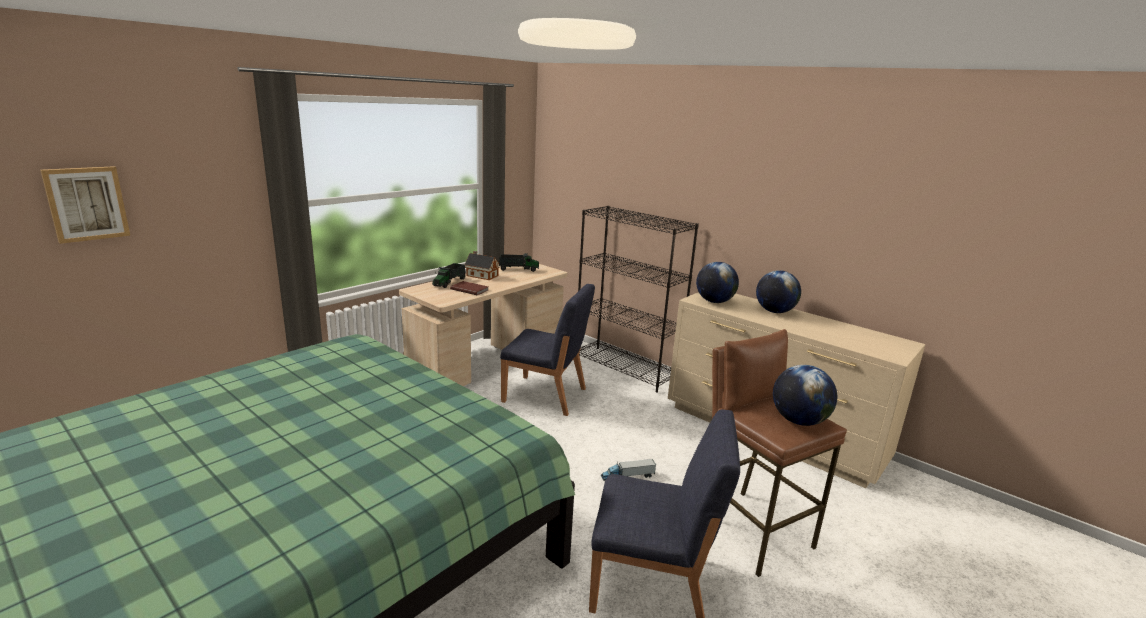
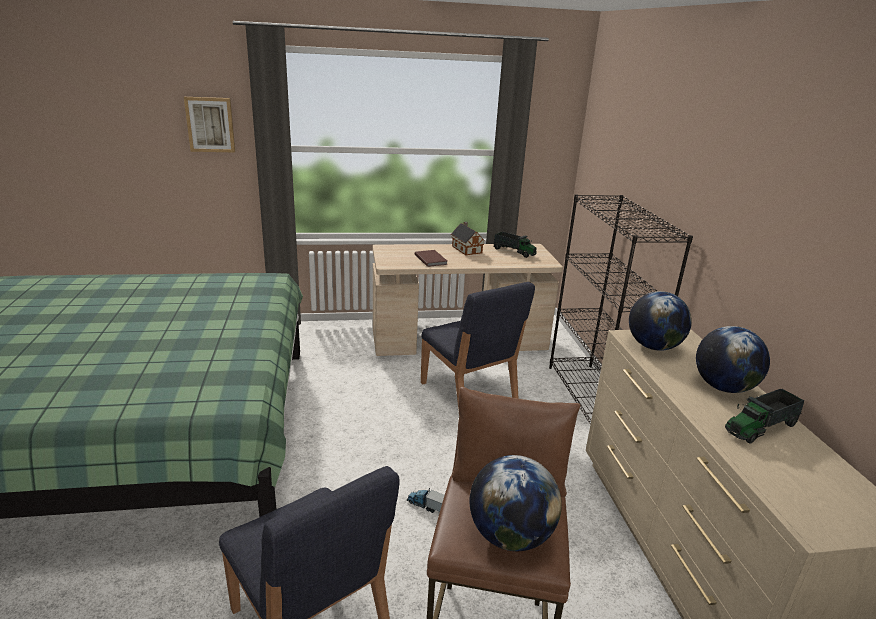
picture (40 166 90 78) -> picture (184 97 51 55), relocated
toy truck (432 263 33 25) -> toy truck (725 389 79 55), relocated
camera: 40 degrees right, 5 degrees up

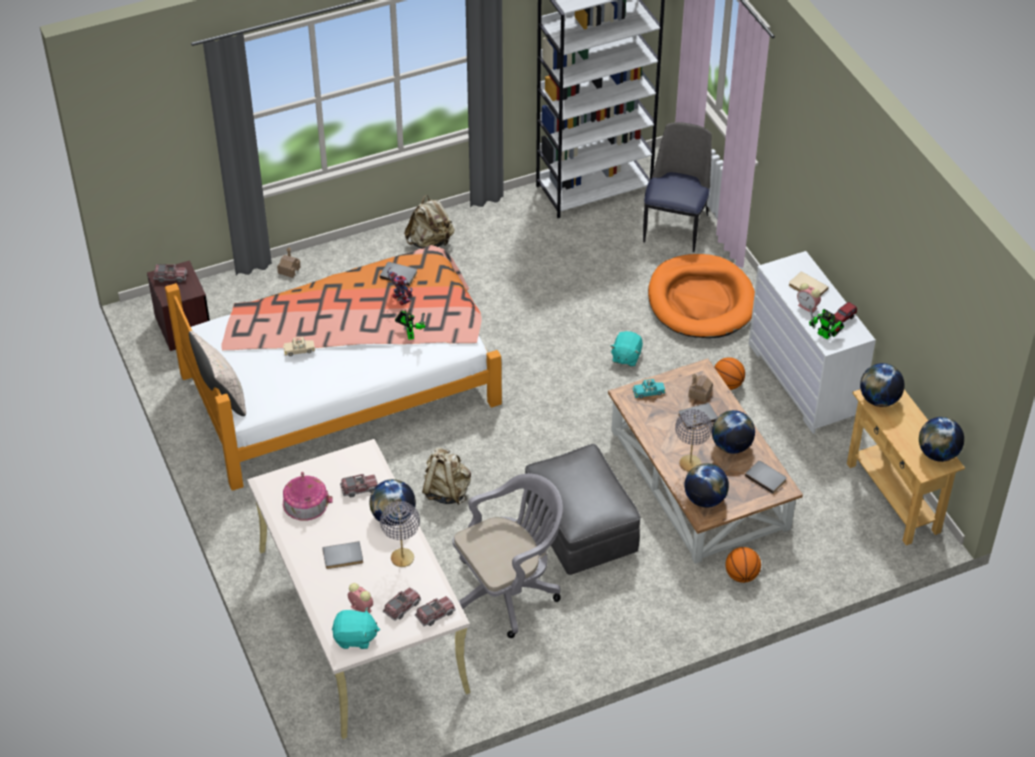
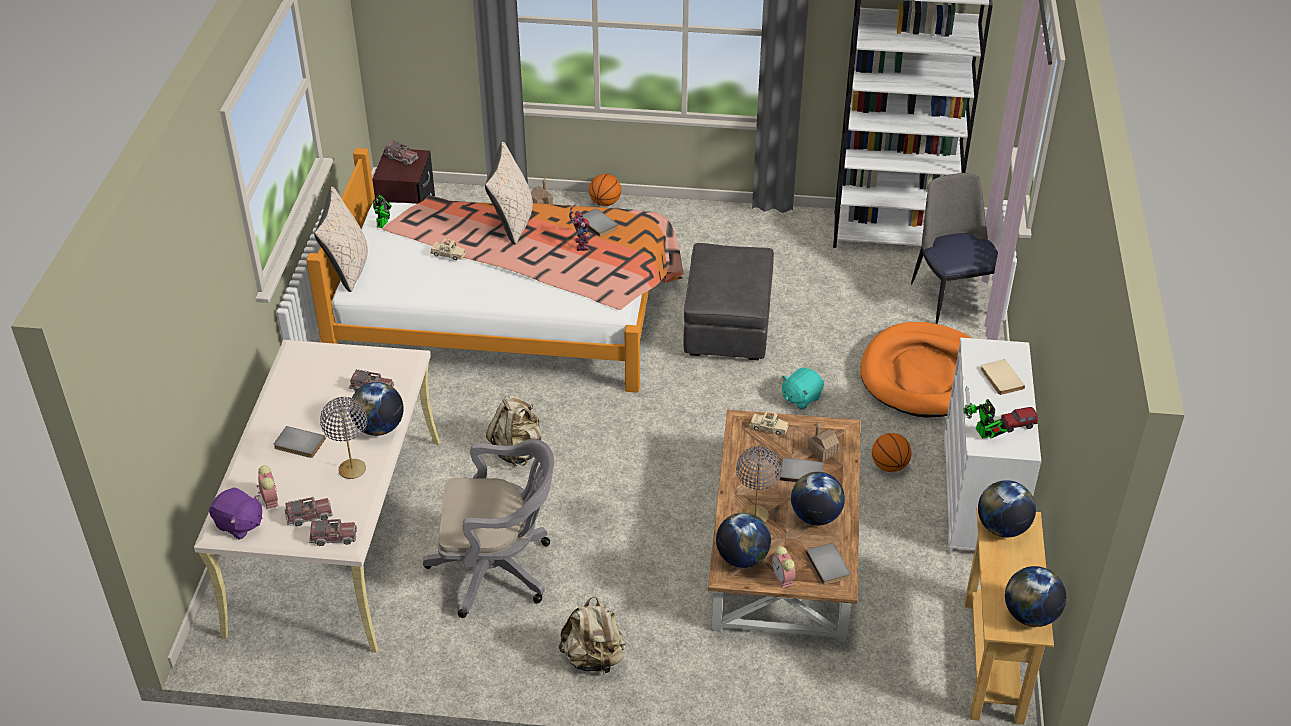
chair (643 122 69 130) -> chair (911 173 87 151), 60 degrees counterclockwise
beige backpack (404 195 50 54) -> beige backpack (558 596 68 78), relocated
alarm clock (797 283 24 30) -> alarm clock (772 546 23 43), relocated
toy robot (395 310 30 30) -> toy robot (373 194 19 34), relocated
turquoise toy car (633 379 32 19) -> beige toy car (749 411 39 24)
grey ottoman (525 444 116 131) -> grey ottoman (683 243 91 117), relocated
toy house (283 472 50 48) -> none
basketball (725 547 36 36) -> basketball (589 174 32 32), relocated
turquoise plush toy (332 607 48 42) -> purple plush toy (209 487 53 53)
none -> beige pillow (485 142 48 102)
camera: 30 degrees right, 5 degrees down

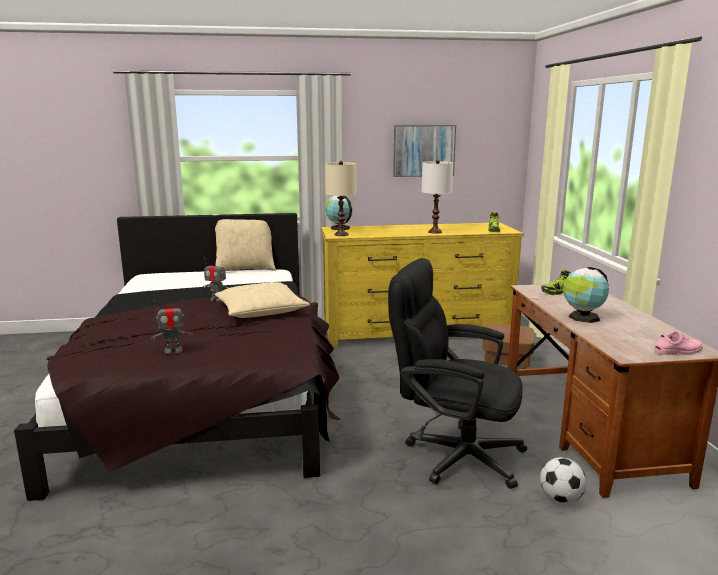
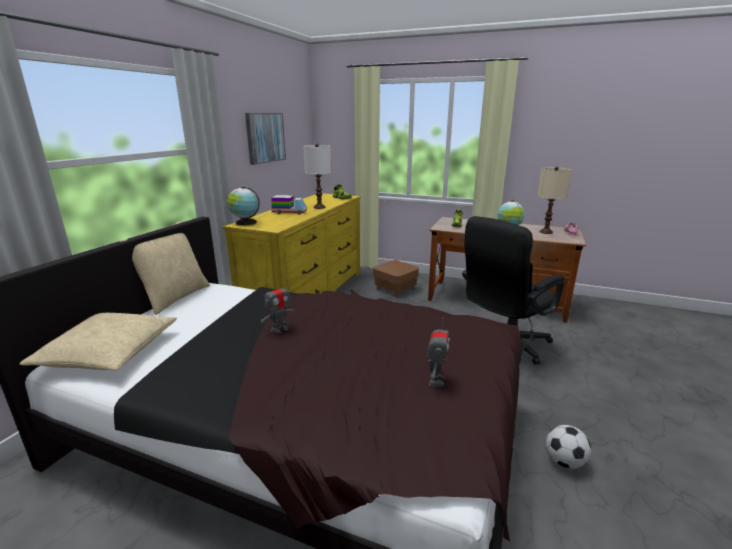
beige table lamp (325 161 32 75) -> beige table lamp (537 167 35 67), relocated
beige pillow (215 282 95 36) -> beige pillow (19 313 158 58), relocated
football (540 457 46 46) -> football (546 425 45 44), relocated
none -> toy truck (271 195 36 20)
camera: 60 degrees left, 5 degrees up

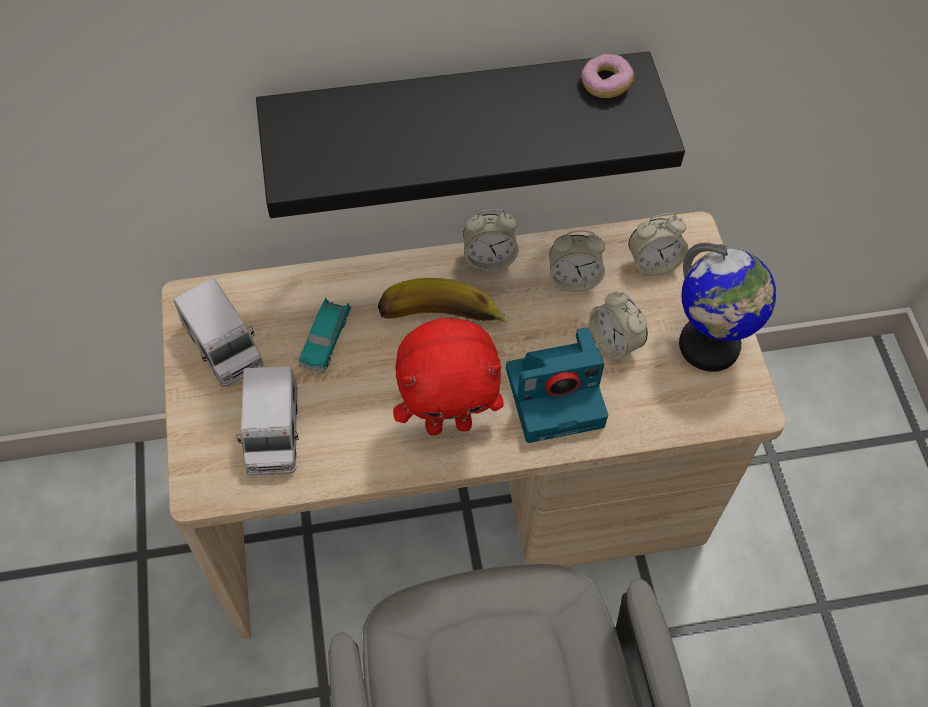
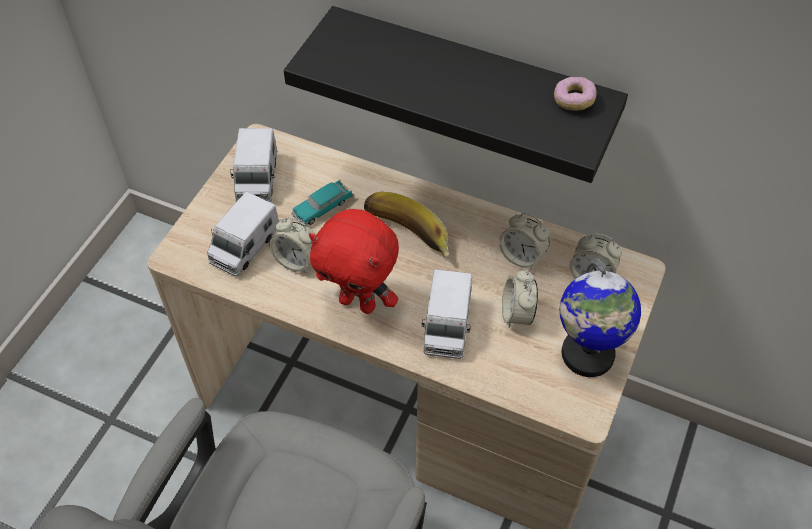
alarm clock (463 209 56 62) -> alarm clock (269 217 46 56), relocated
photo camera (506 327 102 116) -> toy truck (422 269 50 90)
camera: 35 degrees right, 5 degrees down

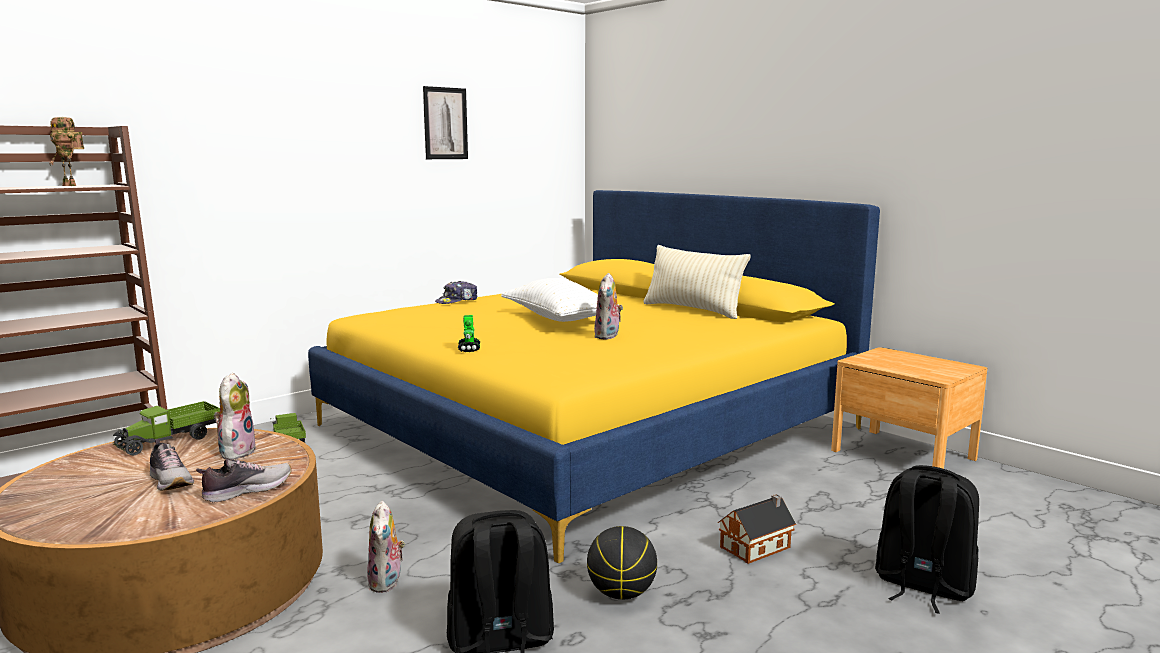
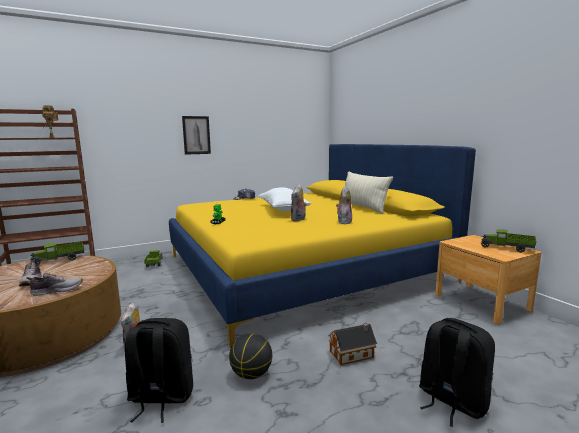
picture (423 86 45 73) -> picture (182 116 29 39), relocated
plush toy (214 373 43 87) -> plush toy (336 186 16 38), relocated
none -> toy truck (480 229 56 24)
camera: 15 degrees right, 0 degrees up

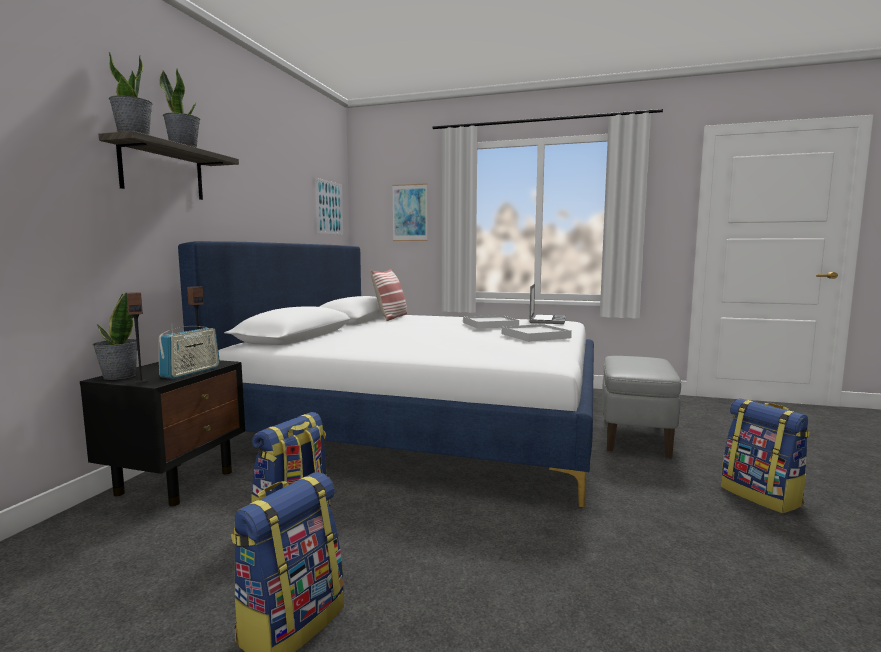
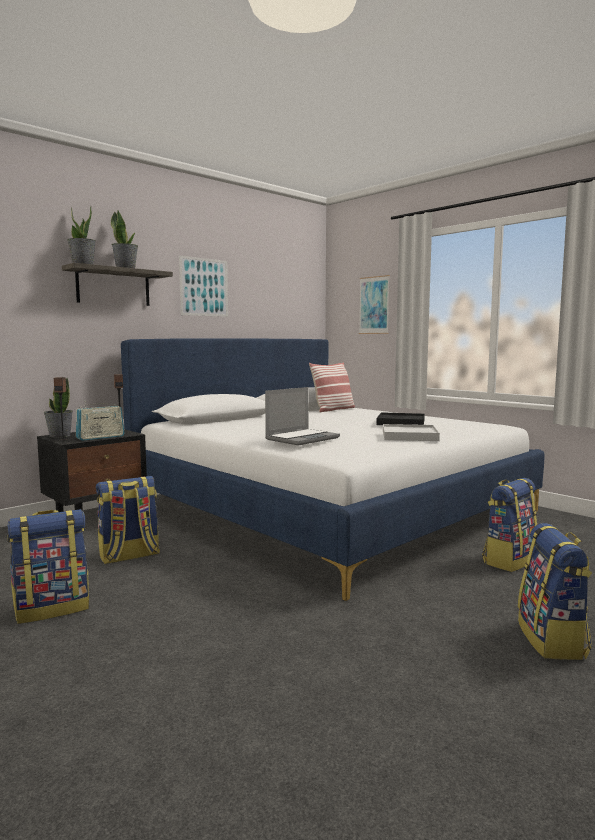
picture (315 177 28 58) -> picture (179 255 49 62), relocated
laptop (529 284 37 40) -> laptop (265 387 75 58), relocated
white tray (463 315 56 14) -> black tray (377 412 48 13)
grey ottoman (602 356 79 102) -> backpack (482 478 56 94)
camera: 30 degrees right, 0 degrees up

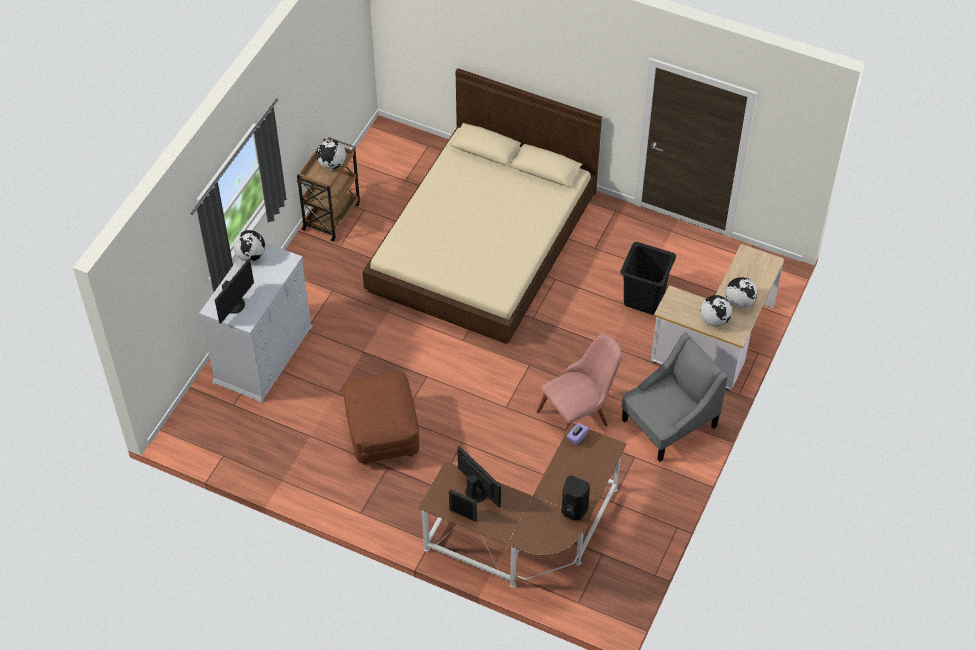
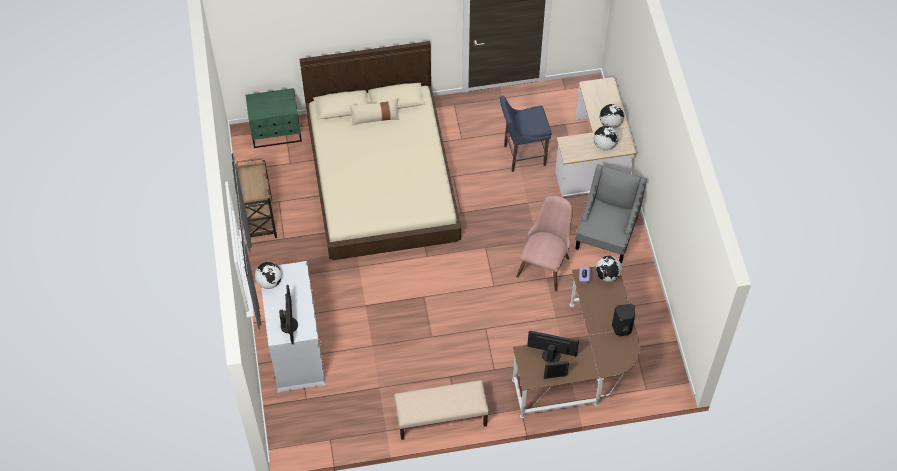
globe (316 140 30 29) -> globe (596 256 26 26), relocated
black laundry basket (620 242 56 72) -> blue stool (500 96 51 76)
brown ottoman (344 372 75 93) -> none
none -> green nightstand (246 88 56 60)
none -> beige pillow (349 99 51 27)
none -> beige bench (394 380 95 60)
camera: 35 degrees left, 5 degrees up

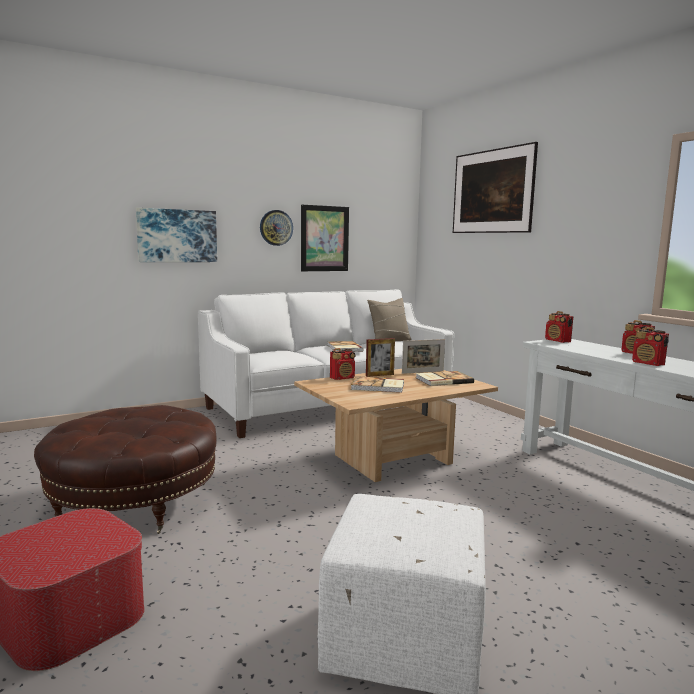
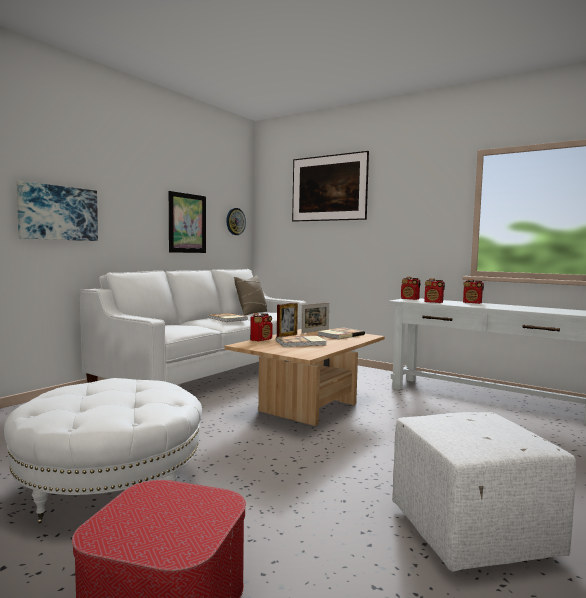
wall clock (260 210 33 36) -> wall clock (226 208 20 27), relocated
radio (632 327 37 39) -> radio (424 278 21 25), relocated
brown ottoman (34 405 183 129) -> white ottoman (4 378 198 145)
camera: 25 degrees left, 5 degrees down

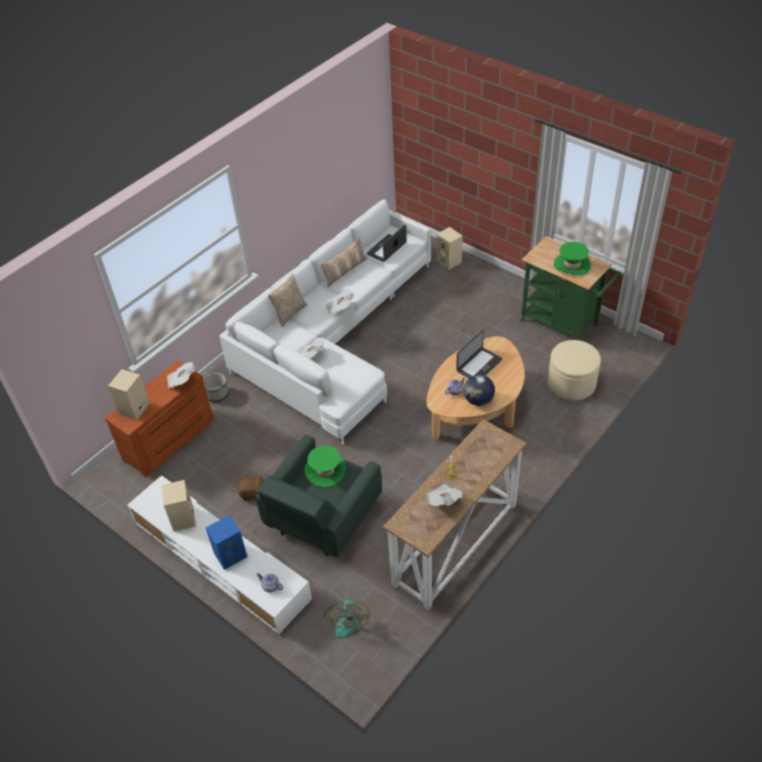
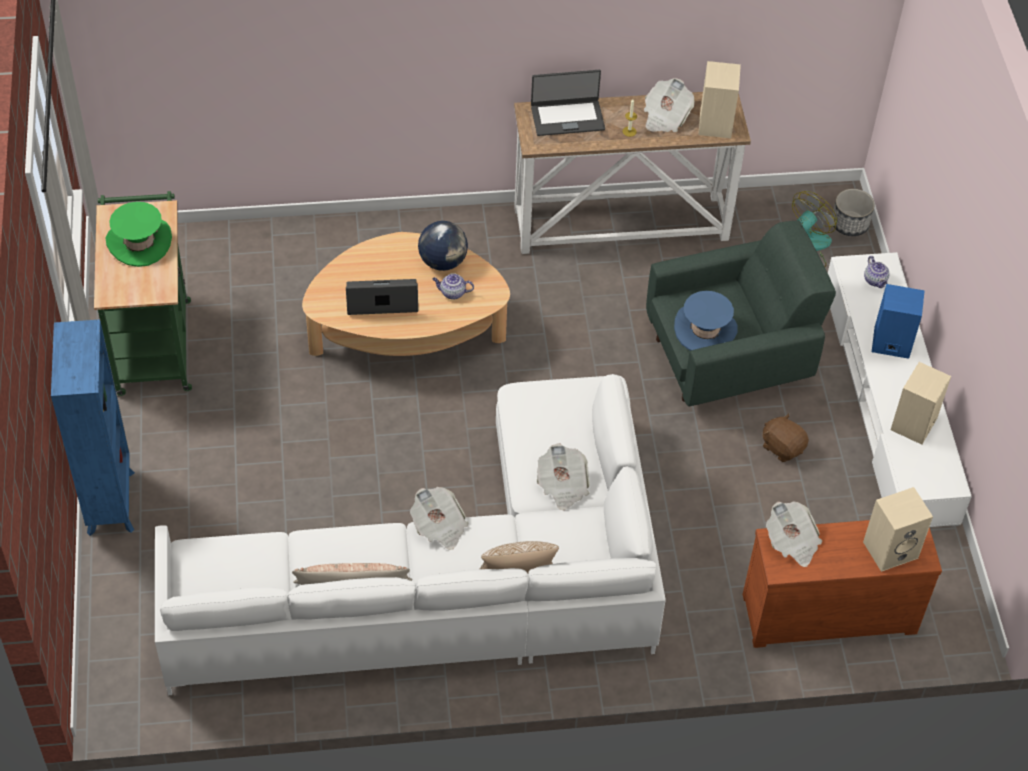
laptop (366 224 41 38) -> laptop (531 70 74 66), relocated
beige speaker (437 227 26 43) -> beige speaker (698 61 43 77), relocated
beige ottoman (548 340 53 60) -> none
planter (203 373 26 29) -> planter (832 189 43 47), relocated
green hat (305 446 41 42) -> blue hat (674 291 64 60)
none -> blue bookcase (51 319 84 217)
camera: 140 degrees left, 5 degrees up

